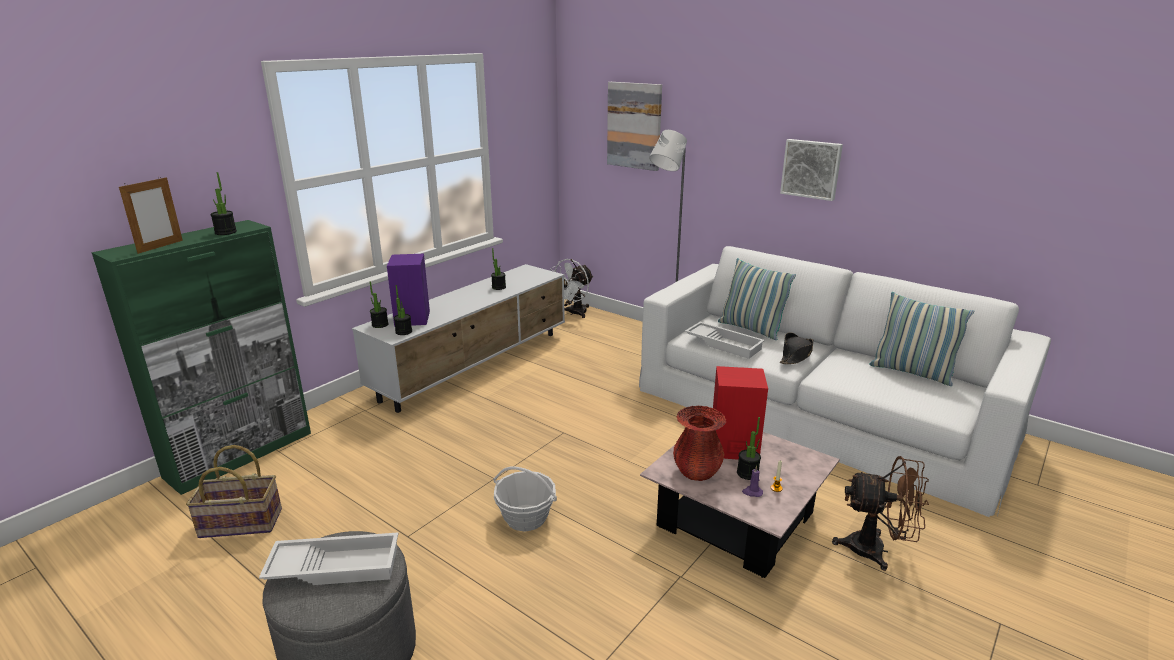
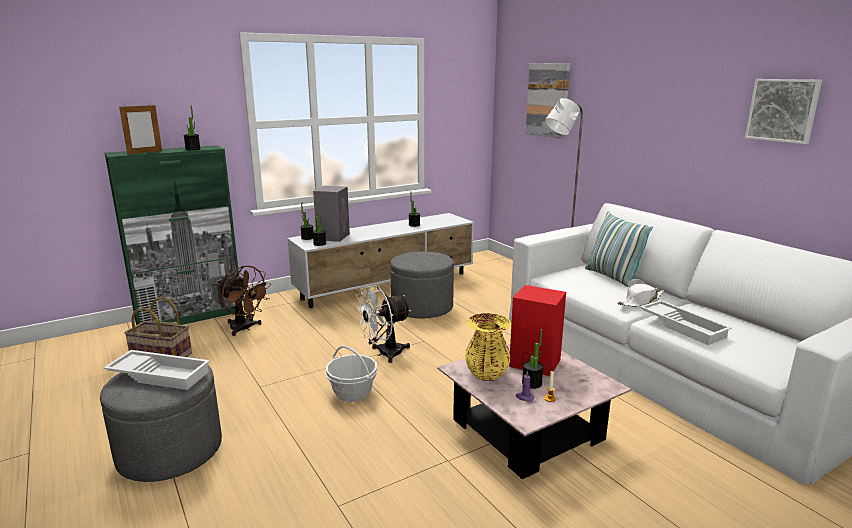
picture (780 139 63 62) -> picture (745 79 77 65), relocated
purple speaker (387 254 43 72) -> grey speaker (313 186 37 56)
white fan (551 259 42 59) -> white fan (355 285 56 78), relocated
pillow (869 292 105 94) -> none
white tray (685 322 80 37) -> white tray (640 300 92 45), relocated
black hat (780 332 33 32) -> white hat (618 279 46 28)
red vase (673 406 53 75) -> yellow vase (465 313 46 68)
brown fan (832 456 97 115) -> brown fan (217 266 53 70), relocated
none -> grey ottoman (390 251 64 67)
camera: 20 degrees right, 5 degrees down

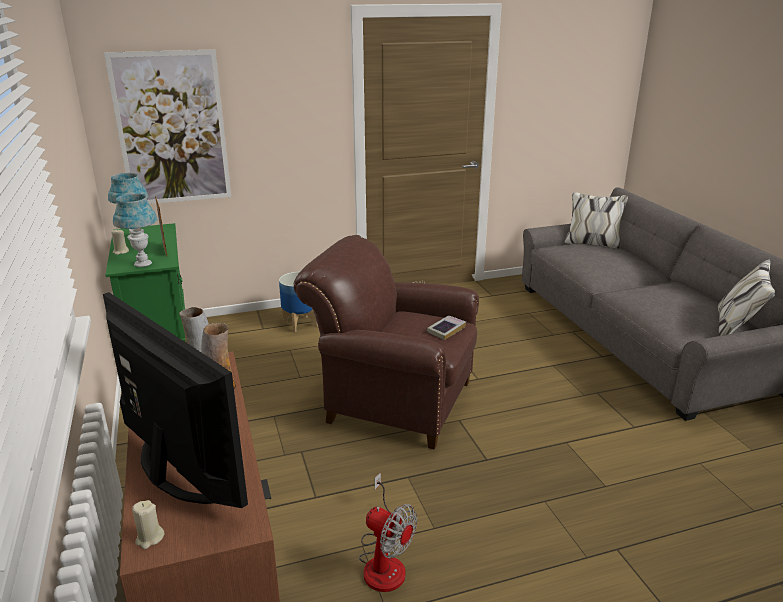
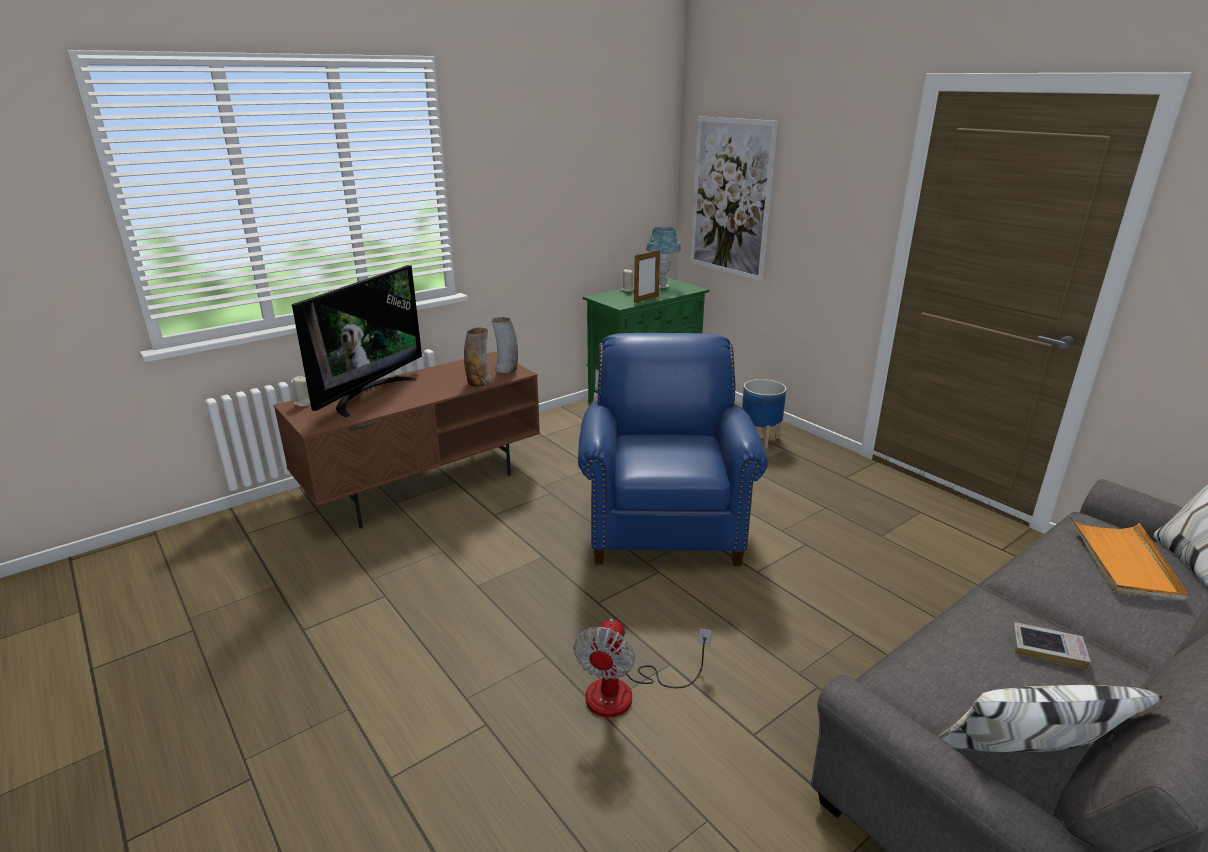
blue table lamp (113 194 45 73) -> none
brown armchair (294 235 185 215) -> blue armchair (578 333 190 233)
book (427 316 39 24) -> book (1012 622 79 48), relocated
fan (359 472 58 120) -> fan (573 619 139 98), relocated
none -> orange tray (1070 515 118 86)
camera: 70 degrees right, 0 degrees up

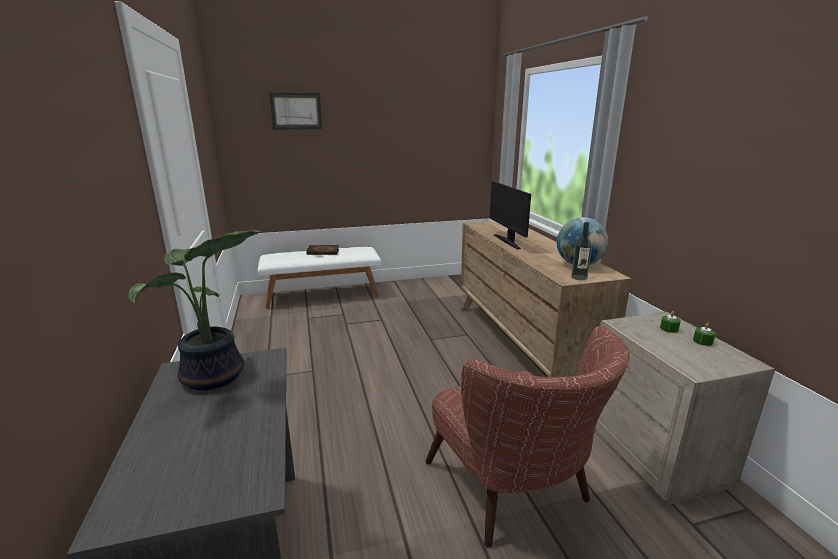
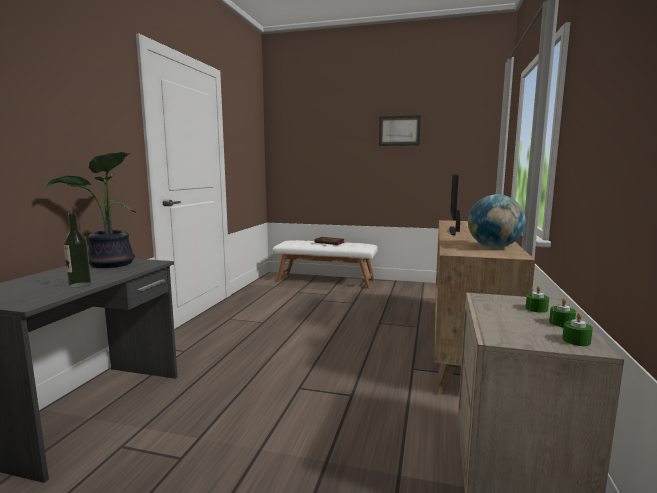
picture (269 93 53 37) -> picture (379 115 42 31), relocated
bottle (571 222 21 58) -> bottle (64 213 27 75), relocated
brown armchair (425 326 205 222) -> none
none -> green candle (562 313 31 33)
camera: 30 degrees right, 10 degrees down

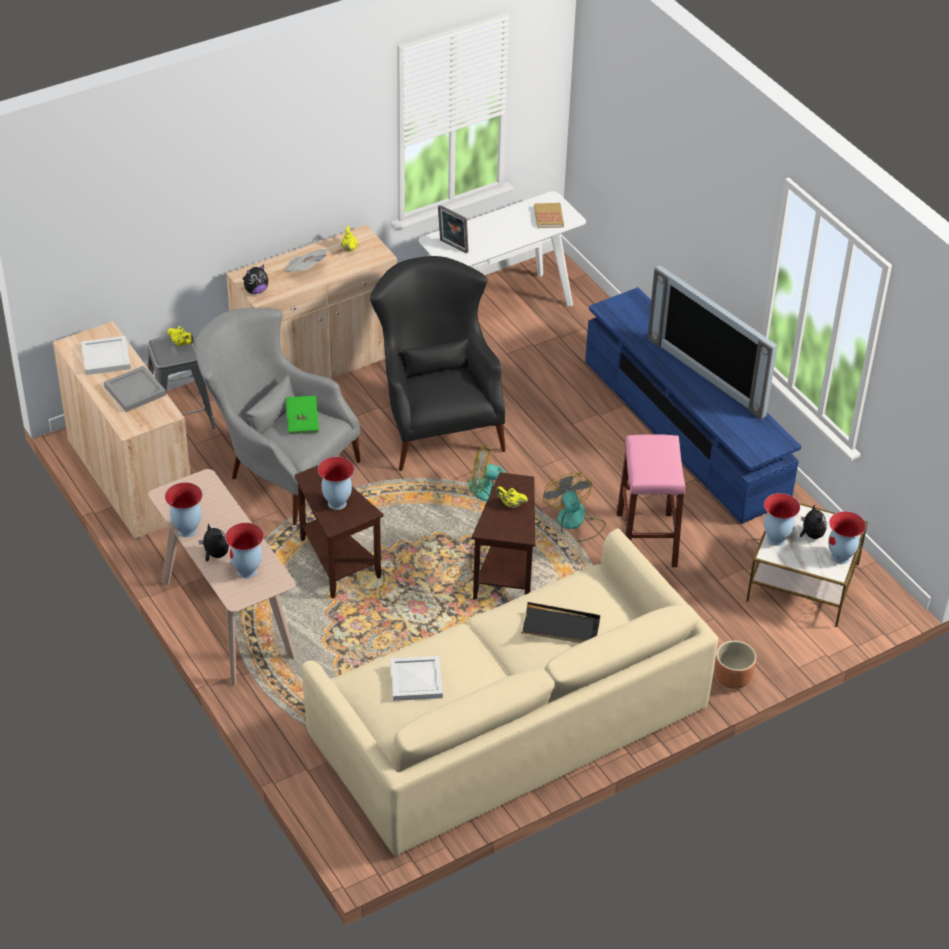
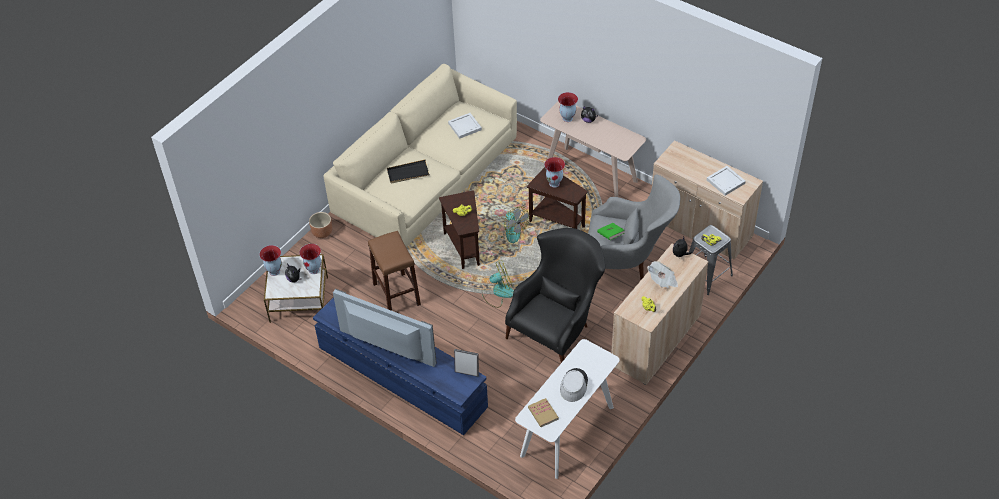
picture frame (438 205 30 49) -> picture frame (454 349 25 28), relocated
black armchair (370 256 136 215) -> black armchair (505 228 100 135), 105 degrees counterclockwise
grey tray (104 366 62 46) -> none
pink stool (617 435 68 132) -> brown stool (368 231 53 80)
fan (543 473 63 69) -> fan (500 207 29 36), relocated
vase (165 482 38 55) -> none
none -> grey hat (560 368 28 34)
camera: 160 degrees right, 5 degrees up

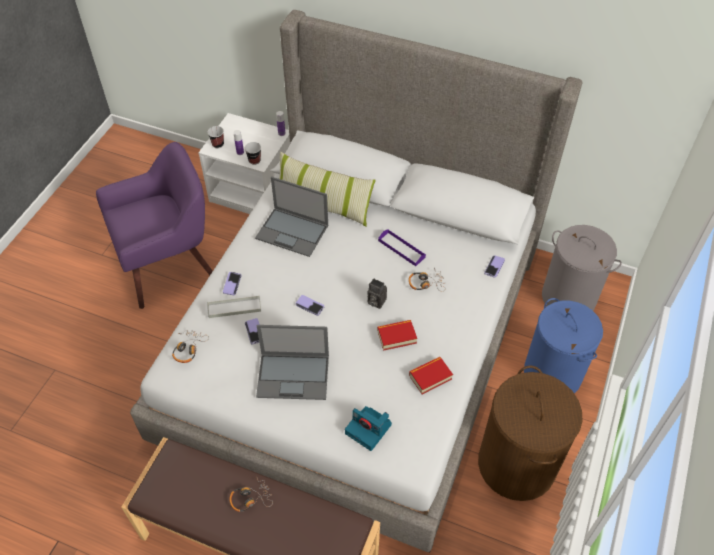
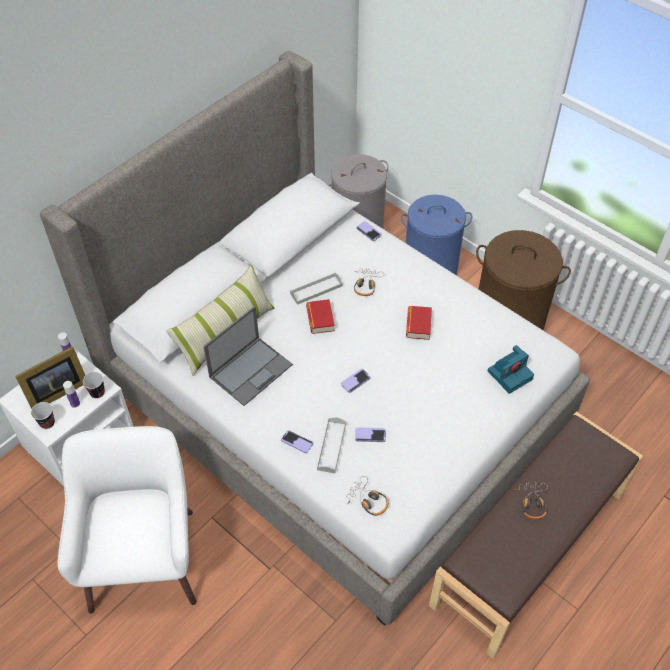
purple armchair (96 142 117 167) -> white armchair (57 426 140 188)
purple tray (378 229 48 37) -> grey tray (290 273 53 32)
photo camera (368 278 19 31) -> none
laptop (256 325 73 75) -> none
book (409 357 44 37) -> book (306 299 29 35), relocated
none -> picture frame (15 346 70 63)
camera: 70 degrees left, 0 degrees up

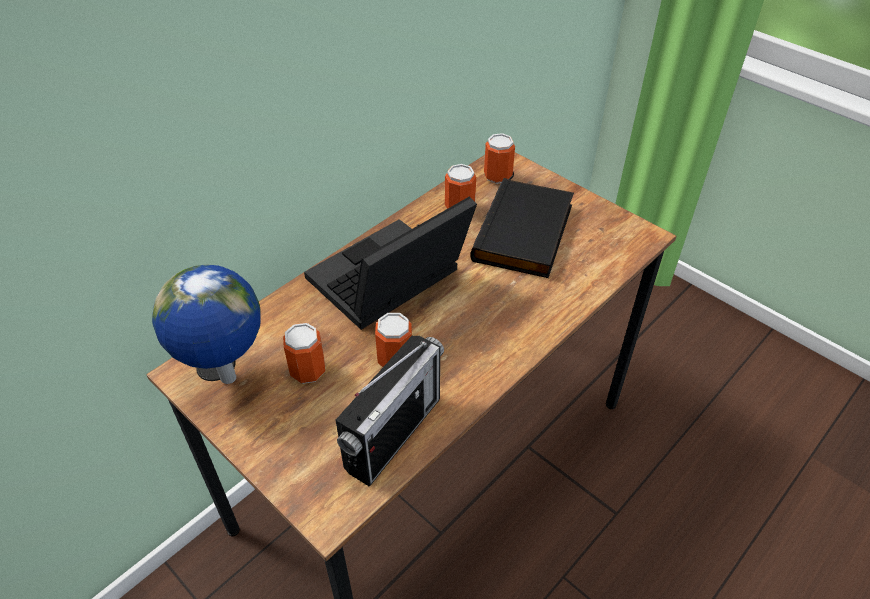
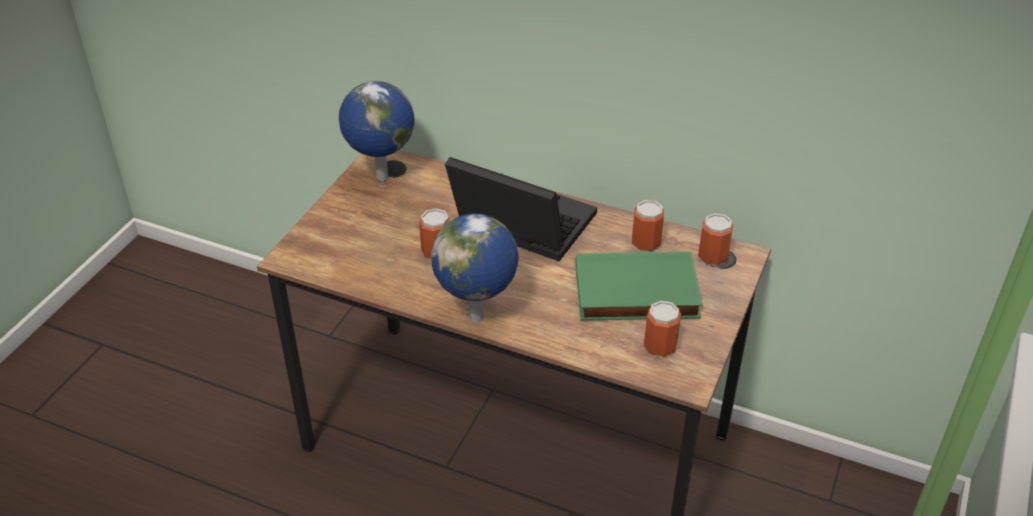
black book (470 178 104 100) -> green book (575 252 128 69)
can (283 323 42 61) -> can (644 301 37 57), relocated
radio (336 336 108 151) -> none
none -> globe (431 214 88 109)
camera: 70 degrees right, 5 degrees down

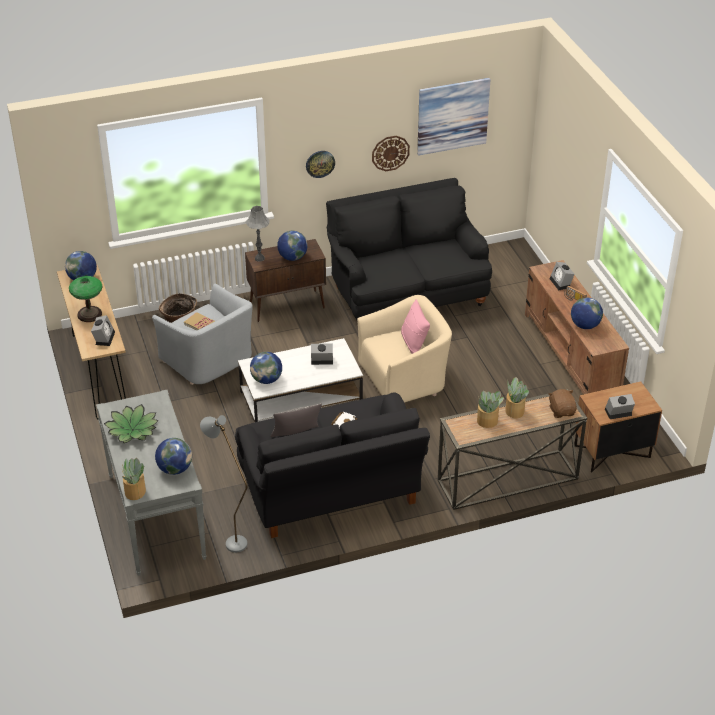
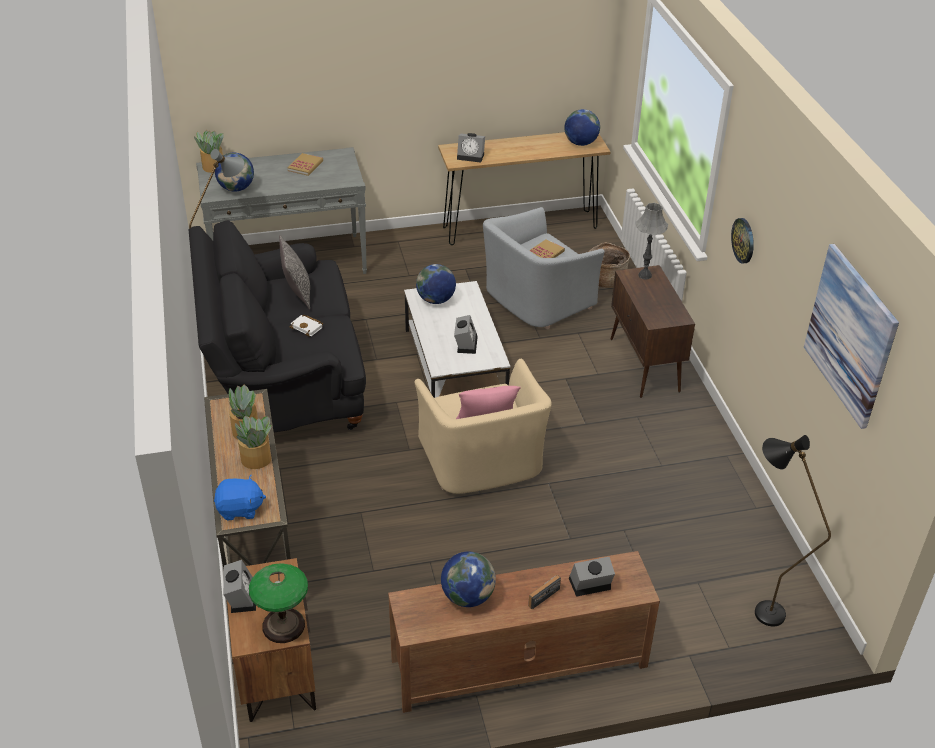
wall clock (372 136 38 35) -> none
black sofa (326 178 166 142) -> none
globe (277 231 30 30) -> none
table lamp (69 276 33 46) -> table lamp (249 563 59 80), relocated
brown plush toy (549 389 28 29) -> blue plush toy (214 475 52 45)
potted plant (104 404 54 39) -> book (288 153 35 23)
none -> black floor lamp (755 435 76 191)
camera: 95 degrees right, 0 degrees up

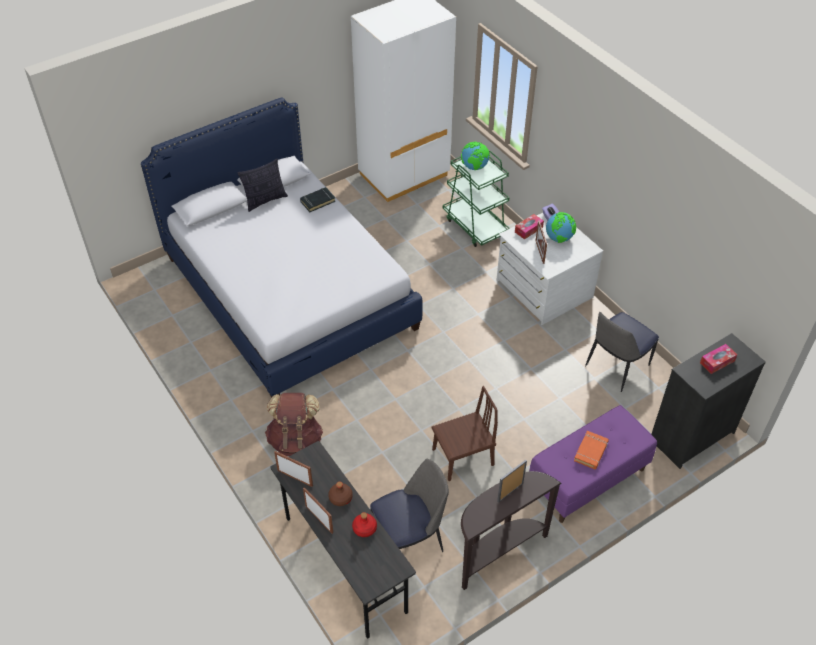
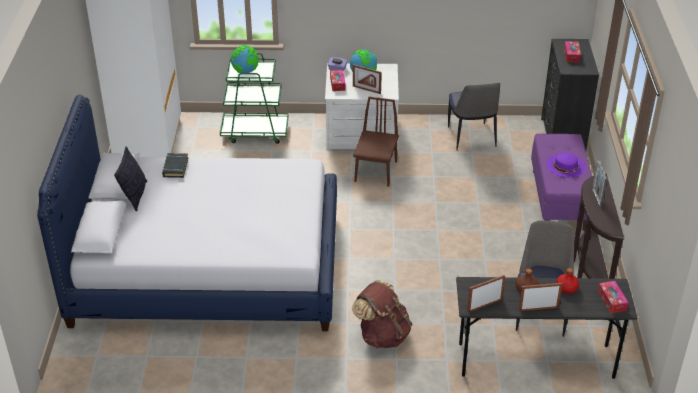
brown chair (432 386 66 95) -> brown chair (354 97 45 90), relocated
orange book (574 431 35 39) -> purple hat (546 153 40 25)
none -> tissue box (598 281 31 32)
camera: 55 degrees left, 10 degrees down

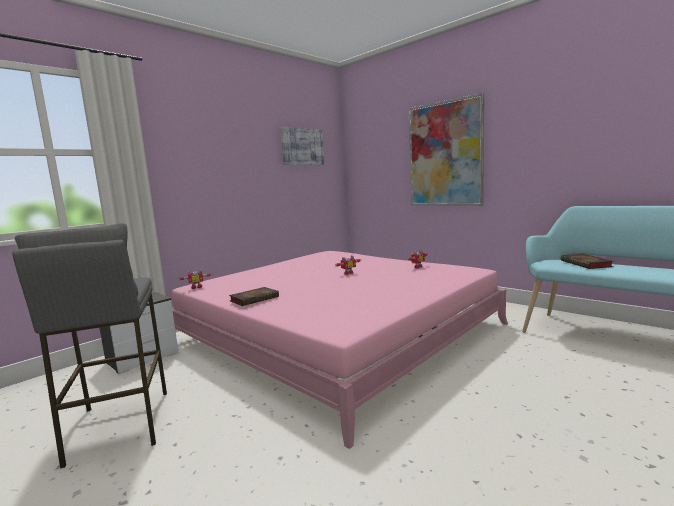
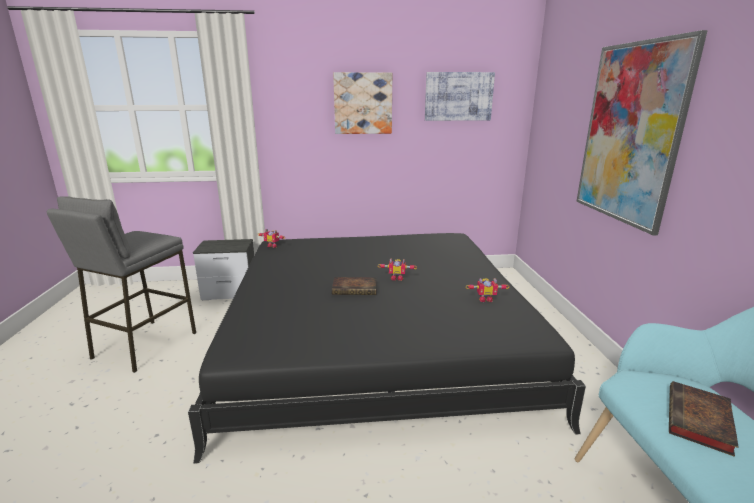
pink bed (172 251 336 198) -> black bed (188 233 398 231)
book (229 287 50 19) -> book (332 277 44 18), relocated
none -> picture (333 72 59 62)
camera: 40 degrees right, 10 degrees up

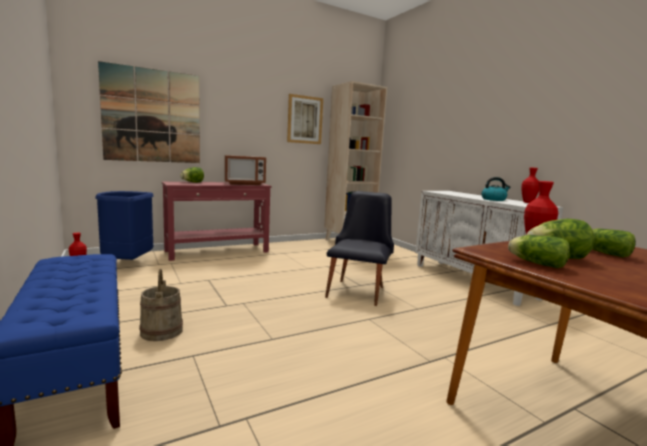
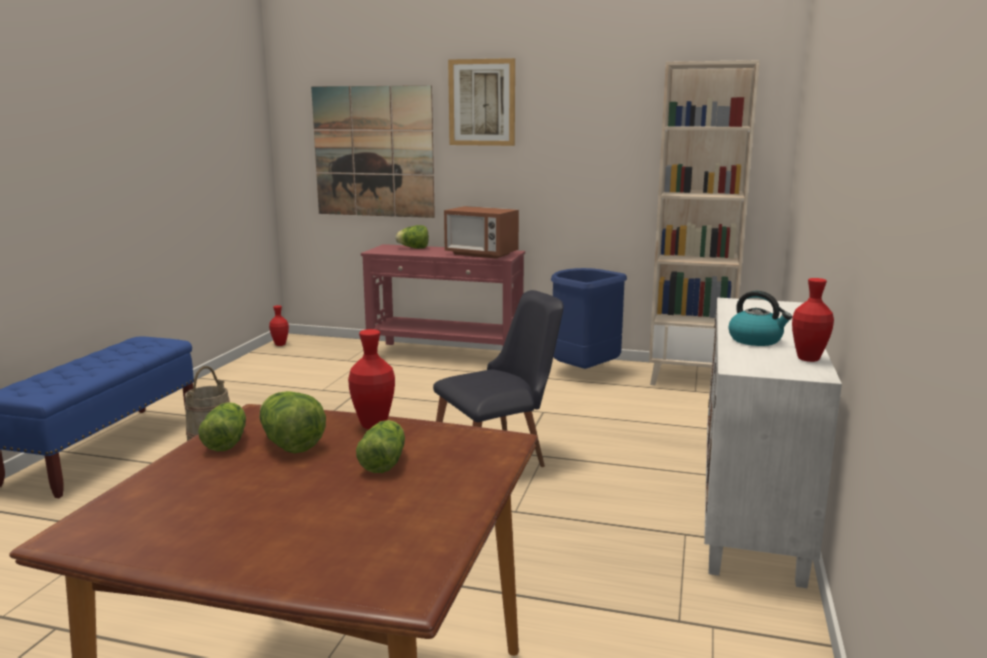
picture (287 94 36 50) -> picture (448 58 67 88), relocated
blue trash can (95 191 59 69) -> blue trash can (551 268 76 101), relocated
camera: 45 degrees right, 5 degrees up

